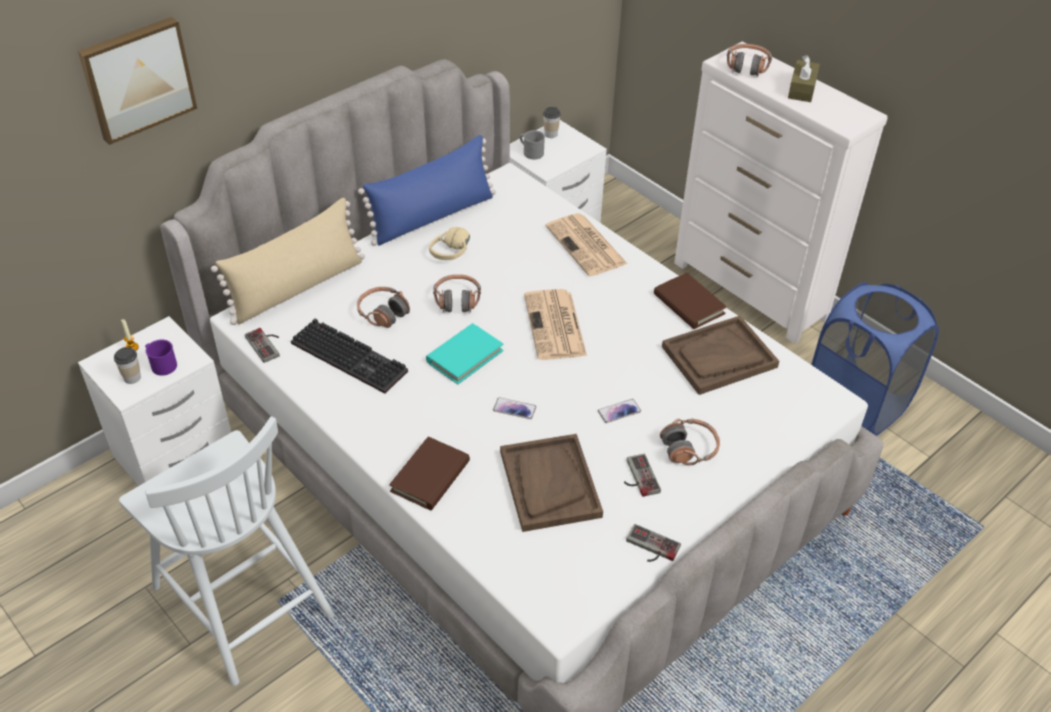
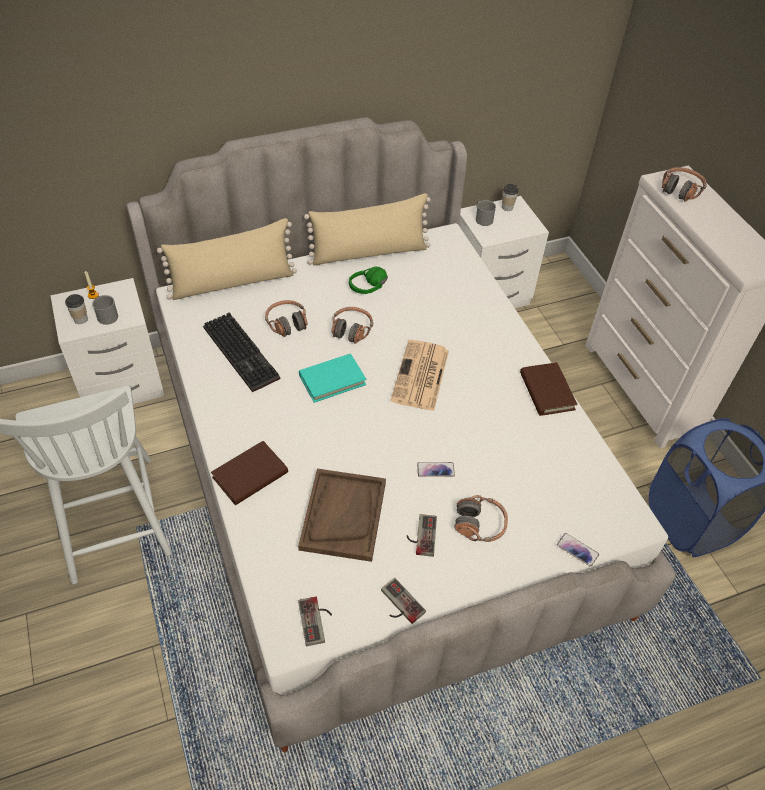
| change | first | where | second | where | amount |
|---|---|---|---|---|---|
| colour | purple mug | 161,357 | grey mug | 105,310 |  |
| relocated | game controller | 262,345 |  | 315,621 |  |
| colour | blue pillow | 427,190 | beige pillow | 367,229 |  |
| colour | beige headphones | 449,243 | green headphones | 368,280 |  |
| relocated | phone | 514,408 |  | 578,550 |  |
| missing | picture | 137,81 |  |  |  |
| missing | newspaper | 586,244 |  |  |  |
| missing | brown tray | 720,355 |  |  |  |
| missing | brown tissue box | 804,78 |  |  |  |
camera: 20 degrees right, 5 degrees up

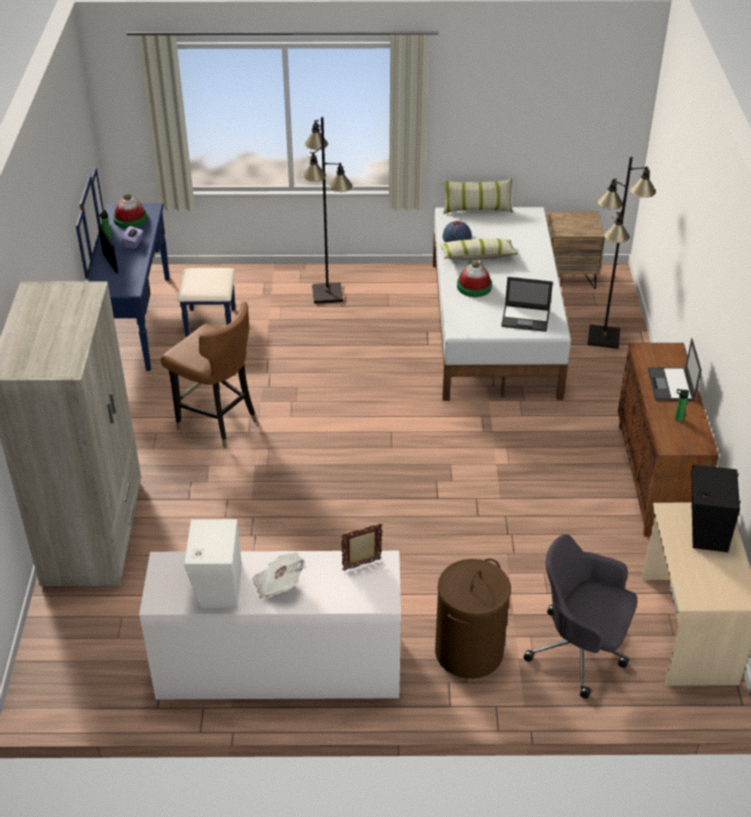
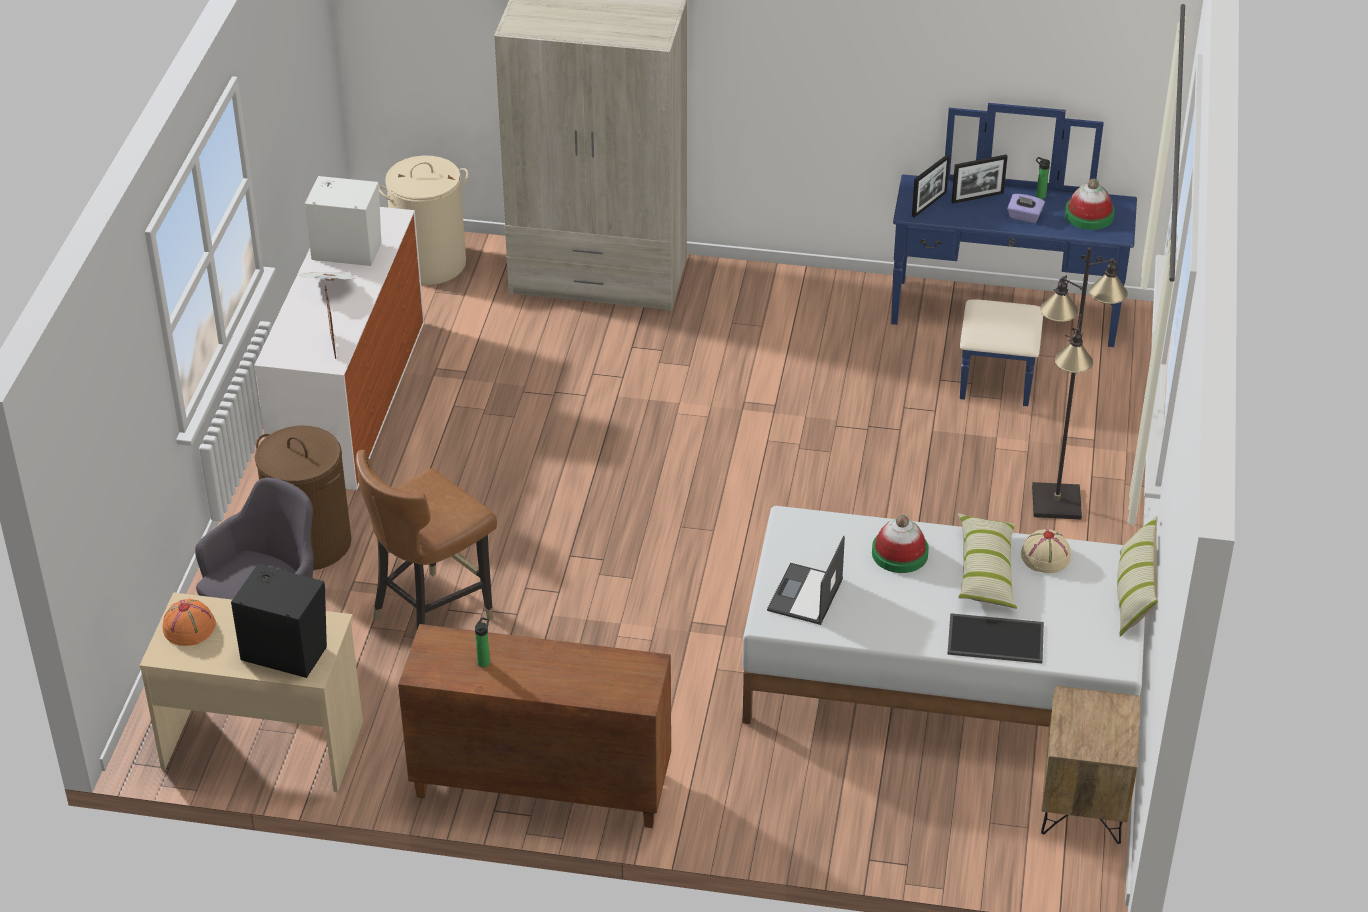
| change | first | where | second | where | amount |
|---|---|---|---|---|---|
| appeared |  |  | orange hat | 189,622 |  |
| relocated | brown chair | 209,375 |  | 426,539 |  |
| appeared |  |  | beige laundry basket | 423,220 |  |
| appeared |  |  | picture frame | 931,186 |  |
| appeared |  |  | tray | 995,638 |  |
| colour | blue hat | 457,231 | beige hat | 1046,551 |  |
| missing | black floor lamp | 622,253 |  |  |  |
| missing | laptop | 675,369 |  |  |  |
camera: 100 degrees right, 0 degrees up

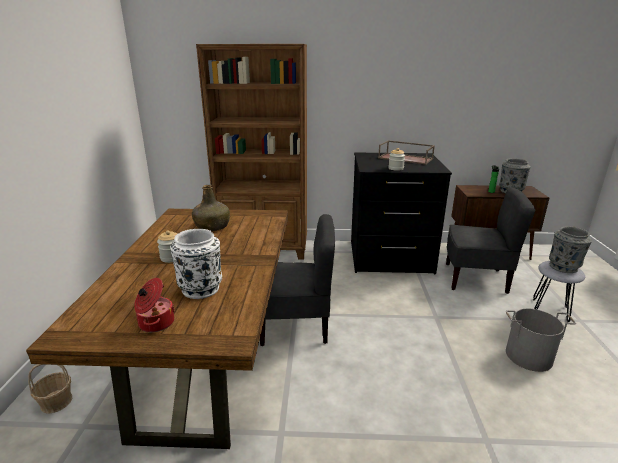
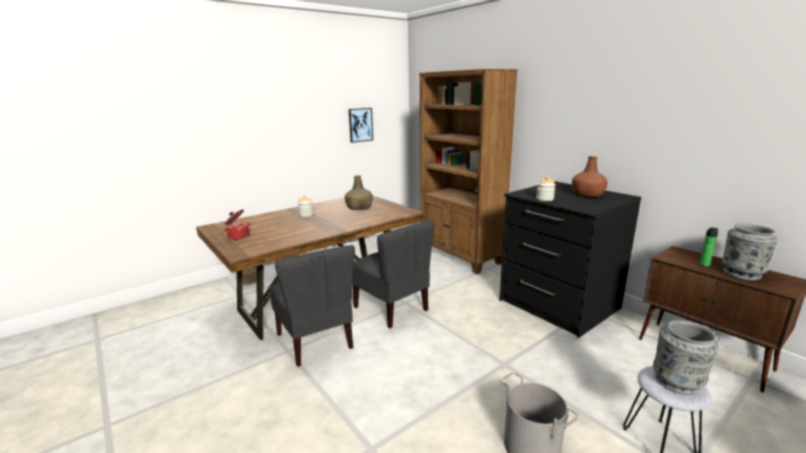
| change | first | where | second | where | amount |
|---|---|---|---|---|---|
| relocated | grey chair | 490,241 |  | 312,306 |  |
| appeared |  |  | picture | 361,125 |  |
| exchanged | brown tray | 406,152 | brown bottle | 590,176 |  |
| missing | white vase | 196,264 |  |  |  |
camera: 50 degrees right, 5 degrees down

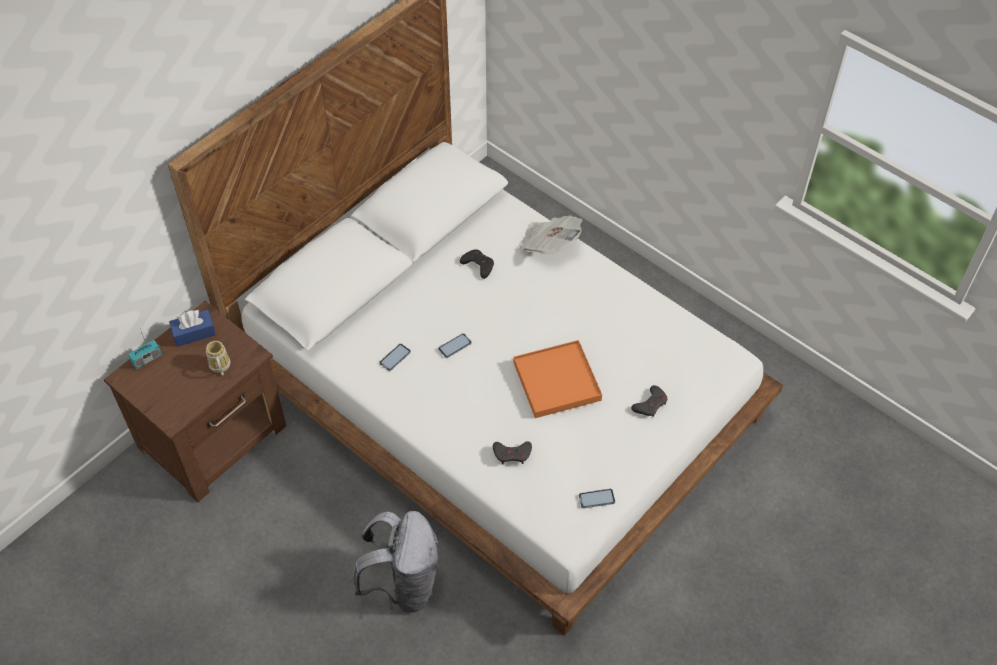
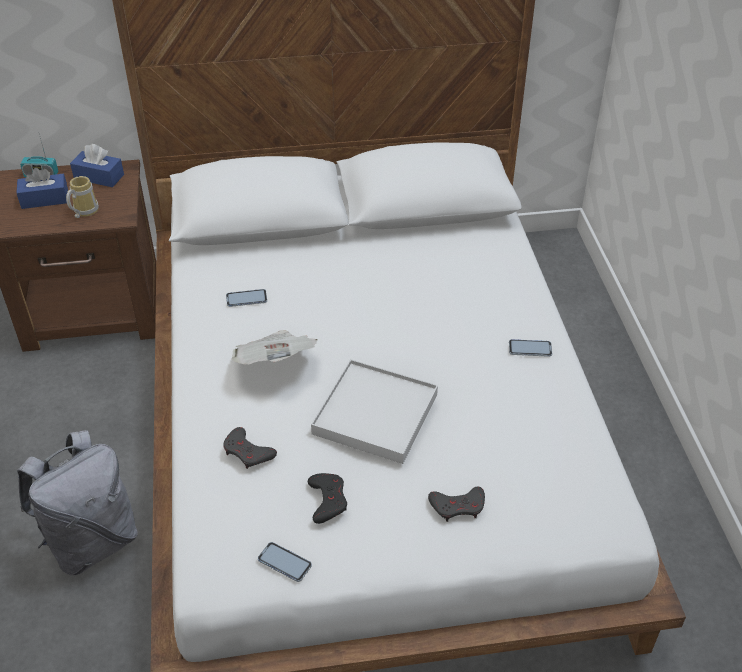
| change | first | where | second | where | amount |
|---|---|---|---|---|---|
| appeared |  |  | blue tissue box | 42,188 |  |
| relocated | newspaper | 551,234 |  | 275,347 |  |
| relocated | black game controller | 477,264 |  | 327,498 |  |
| colour | orange tray | 557,379 | white tray | 374,411 |  |
| relocated | phone | 455,345 |  | 530,348 |  |
camera: 40 degrees right, 10 degrees down

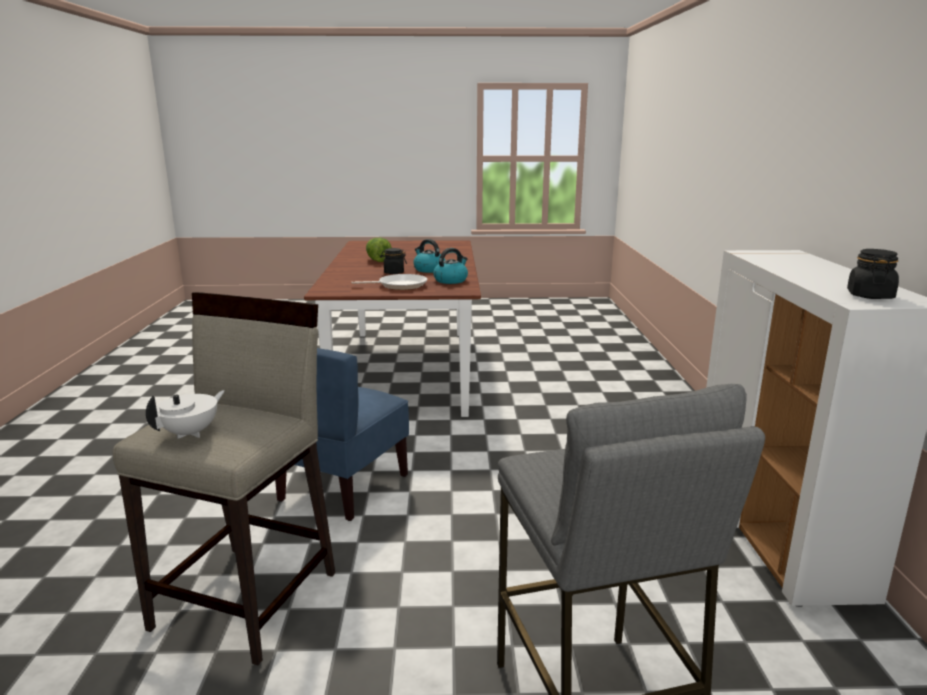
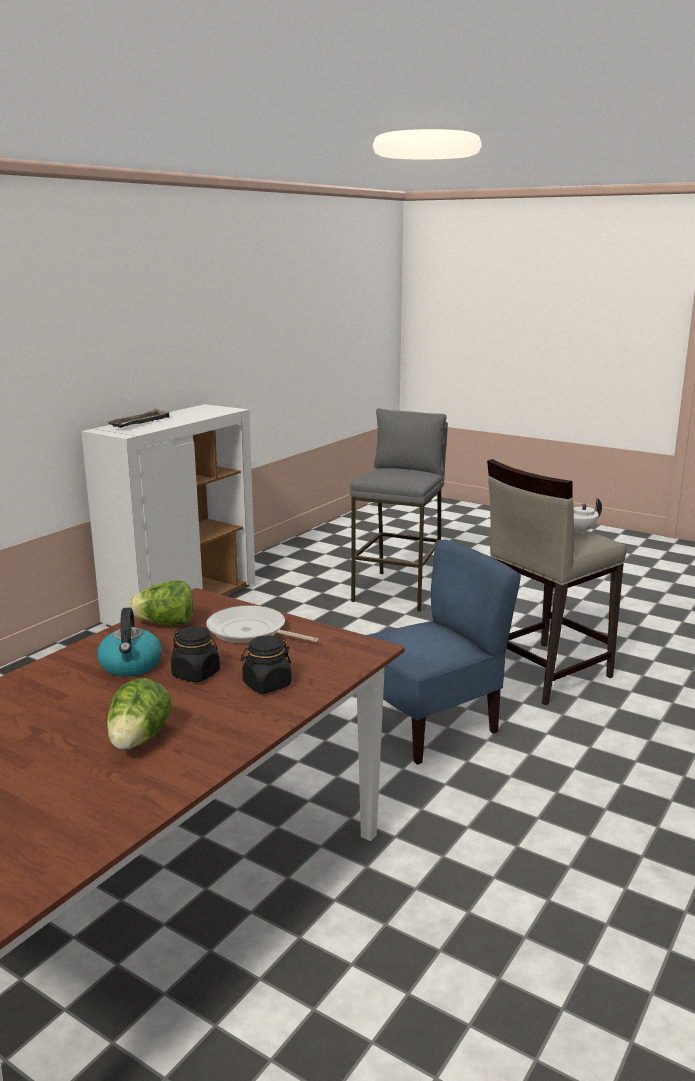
| change | first | where | second | where | amount |
|---|---|---|---|---|---|
| appeared |  |  | tray | 139,418 |  |
| exchanged | kettle | 450,266 | lettuce | 161,603 |  |
| relocated | black jar | 873,274 |  | 266,665 |  |
camera: 145 degrees left, 0 degrees up

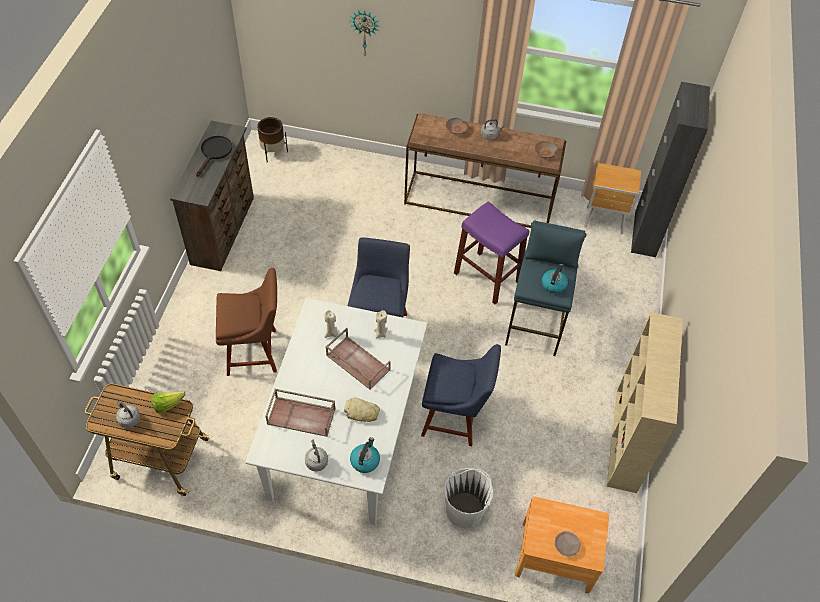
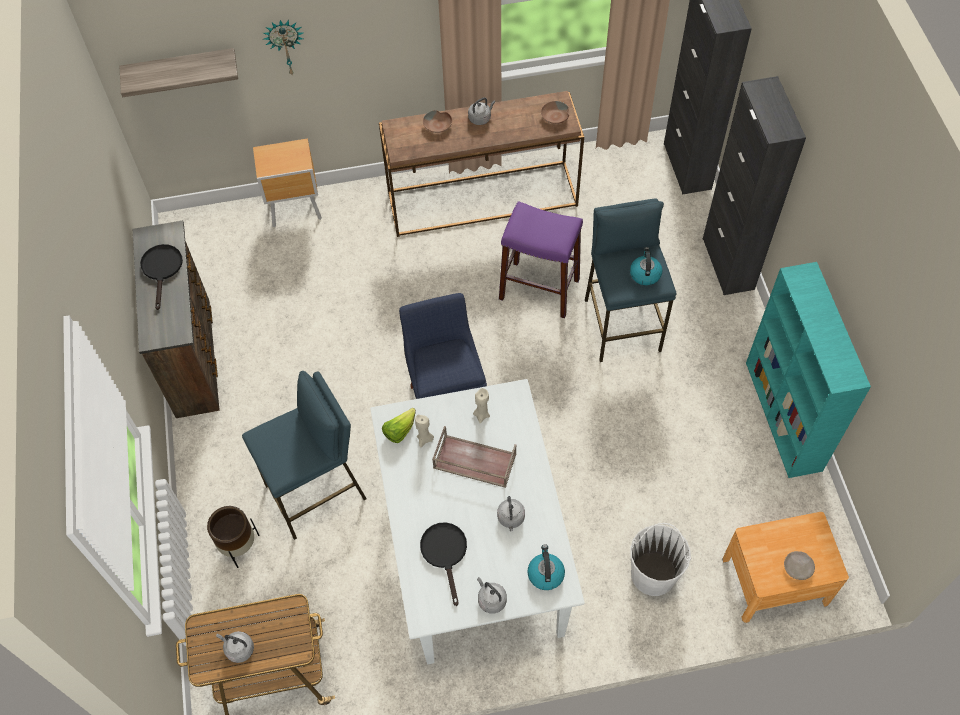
| change | first | where | second | where | amount |
|---|---|---|---|---|---|
| appeared |  |  | shelf | 178,72 |  |
| relocated | brown planter | 272,140 |  | 233,537 |  |
| exchanged | brown chair | 246,322 | blue stool | 304,455 |  |
| relocated | brown nightstand | 612,199 |  | 287,182 |  |
| relocated | lettuce | 168,402 |  | 399,425 |  |
| exchanged | brown tray | 301,413 | black frying pan | 443,564 |  |
| exchanged | bread | 362,409 | grey kettle | 511,513 |  |
| appeared |  |  | black cabinet | 754,185 |  |
| colour | beige bookcase | 645,402 | turquoise bookcase | 808,370 |  |
| missing | blue chair | 461,395 |  |  |  |
camera: 20 degrees left, 5 degrees up

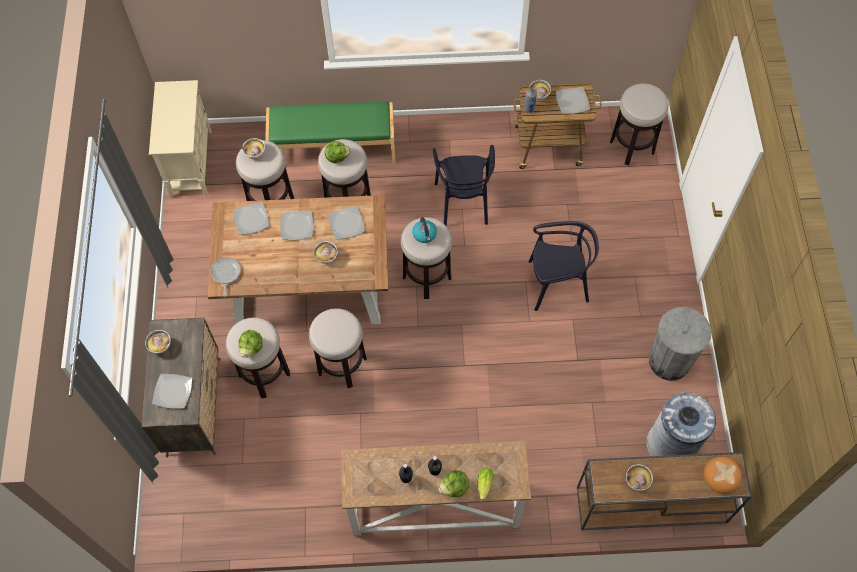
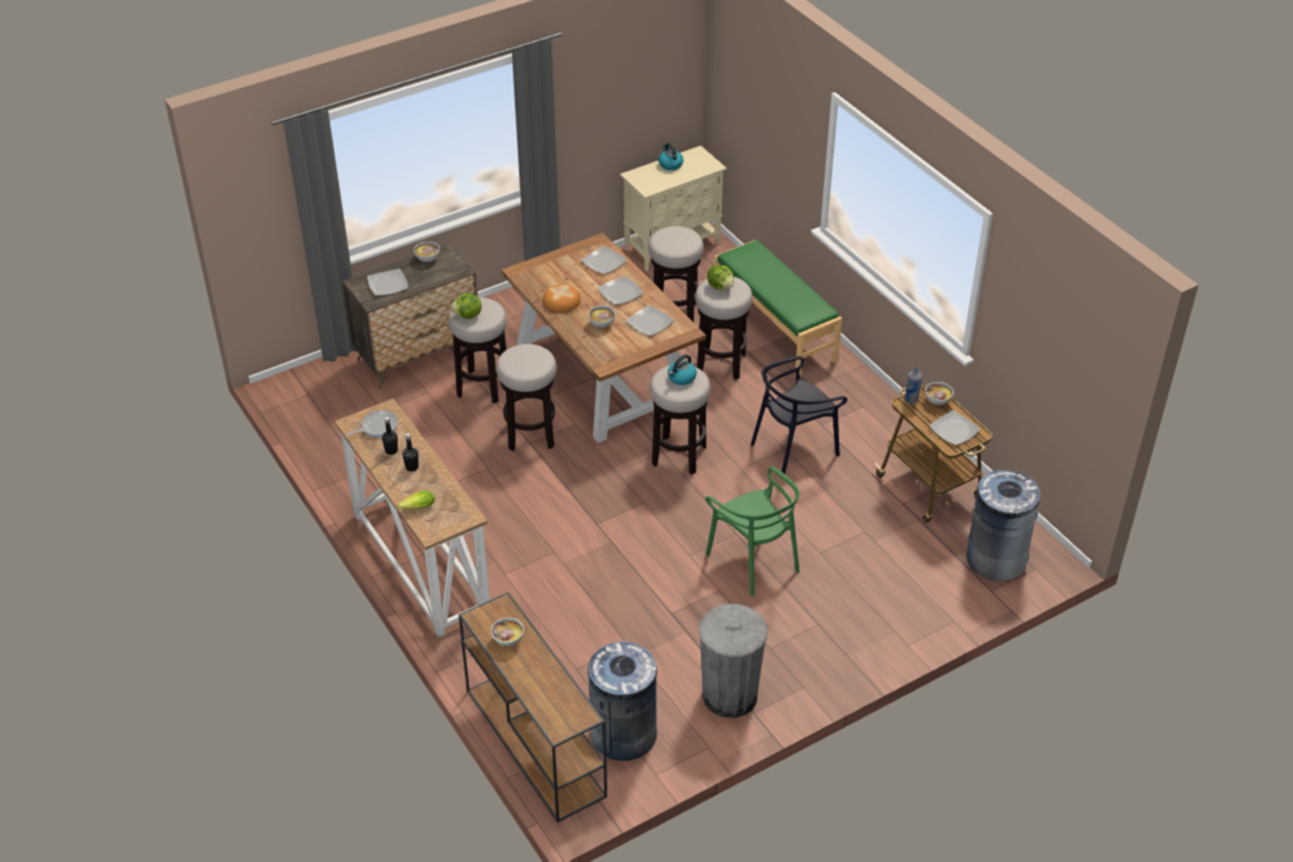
| change | first | where | second | where | amount |
|---|---|---|---|---|---|
| relocated | frying pan | 225,277 |  | 372,423 |  |
| relocated | bread | 723,475 |  | 562,298 |  |
| appeared |  |  | kettle | 670,156 |  |
| colour | black chair | 563,266 | green chair | 752,531 |  |
| exchanged | stool | 639,124 | grey trash can | 1004,525 |  |
| missing | bowl | 253,148 |  |  |  |
| missing | lettuce | 454,483 |  |  |  |
camera: 60 degrees right, 20 degrees down

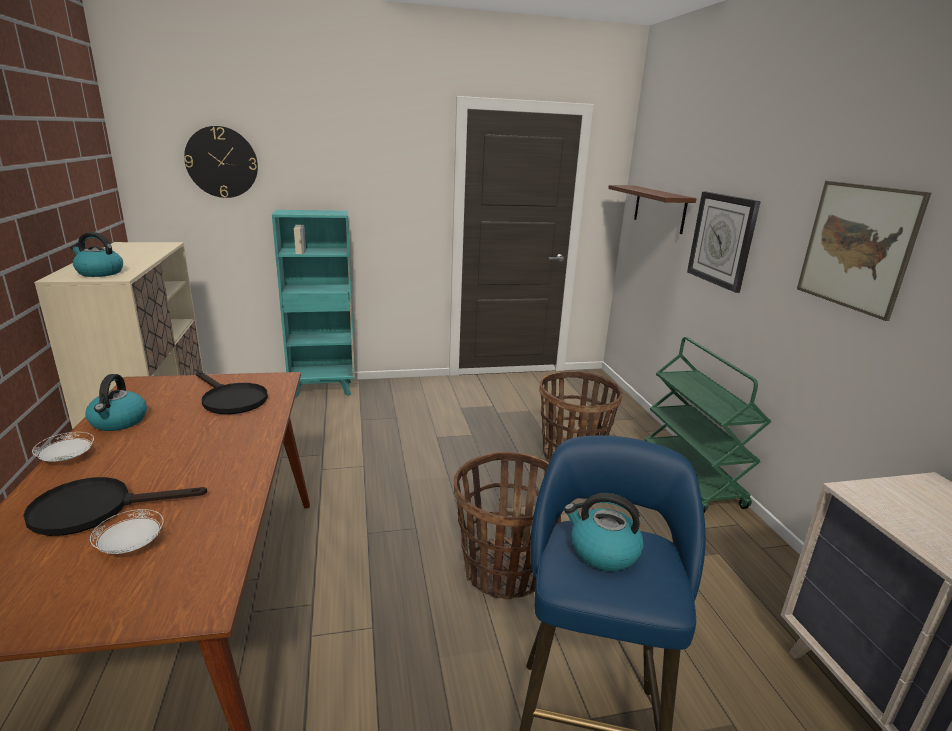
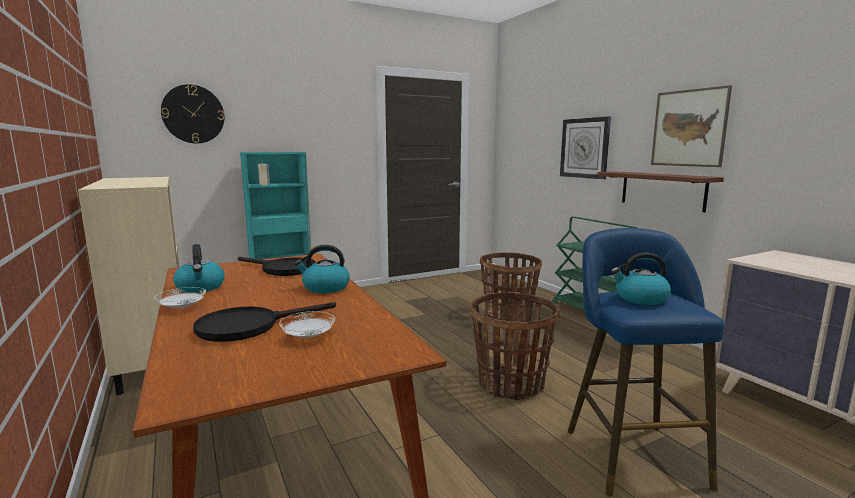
| change | first | where | second | where | amount |
|---|---|---|---|---|---|
| relocated | kettle | 96,254 |  | 322,269 |  |
| relocated | brown shelf | 652,209 |  | 660,191 |  |
camera: 15 degrees left, 10 degrees down

